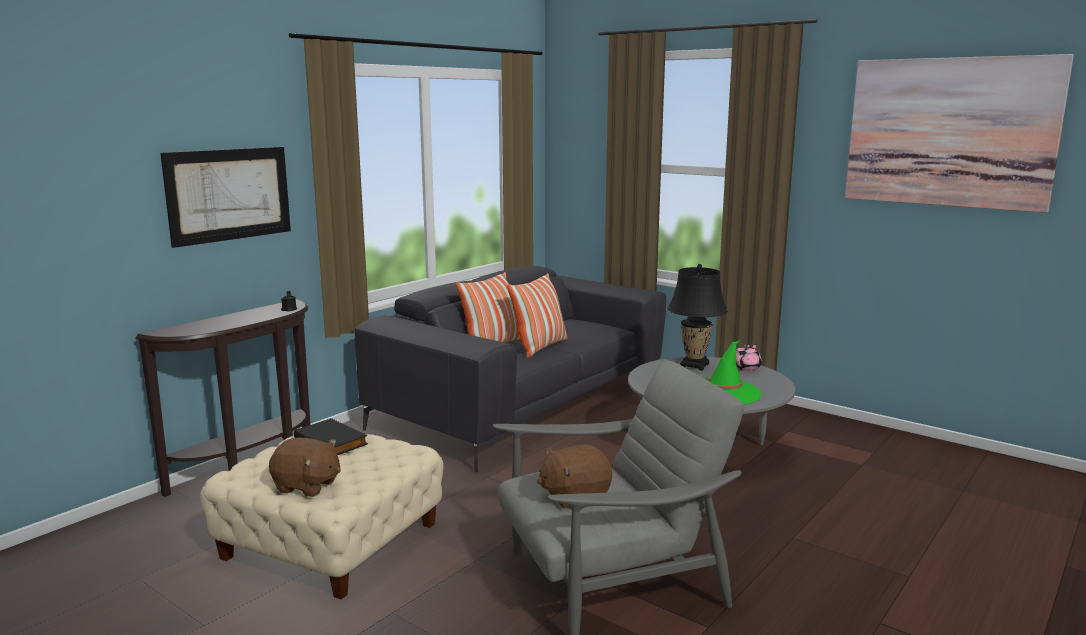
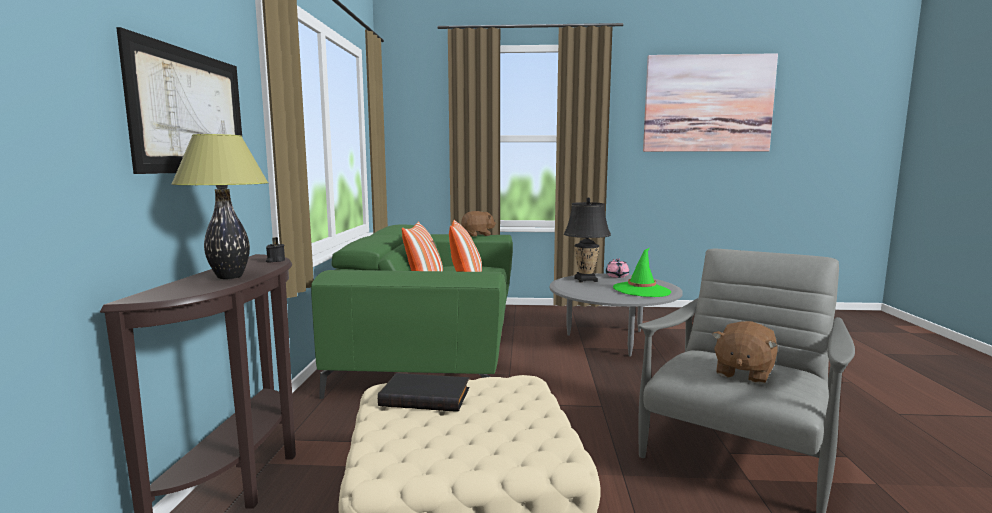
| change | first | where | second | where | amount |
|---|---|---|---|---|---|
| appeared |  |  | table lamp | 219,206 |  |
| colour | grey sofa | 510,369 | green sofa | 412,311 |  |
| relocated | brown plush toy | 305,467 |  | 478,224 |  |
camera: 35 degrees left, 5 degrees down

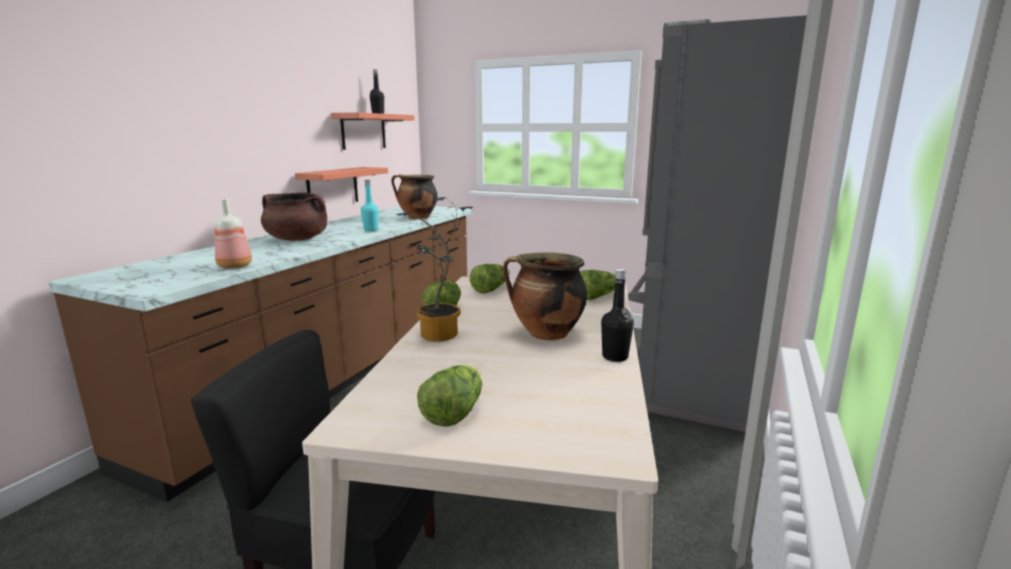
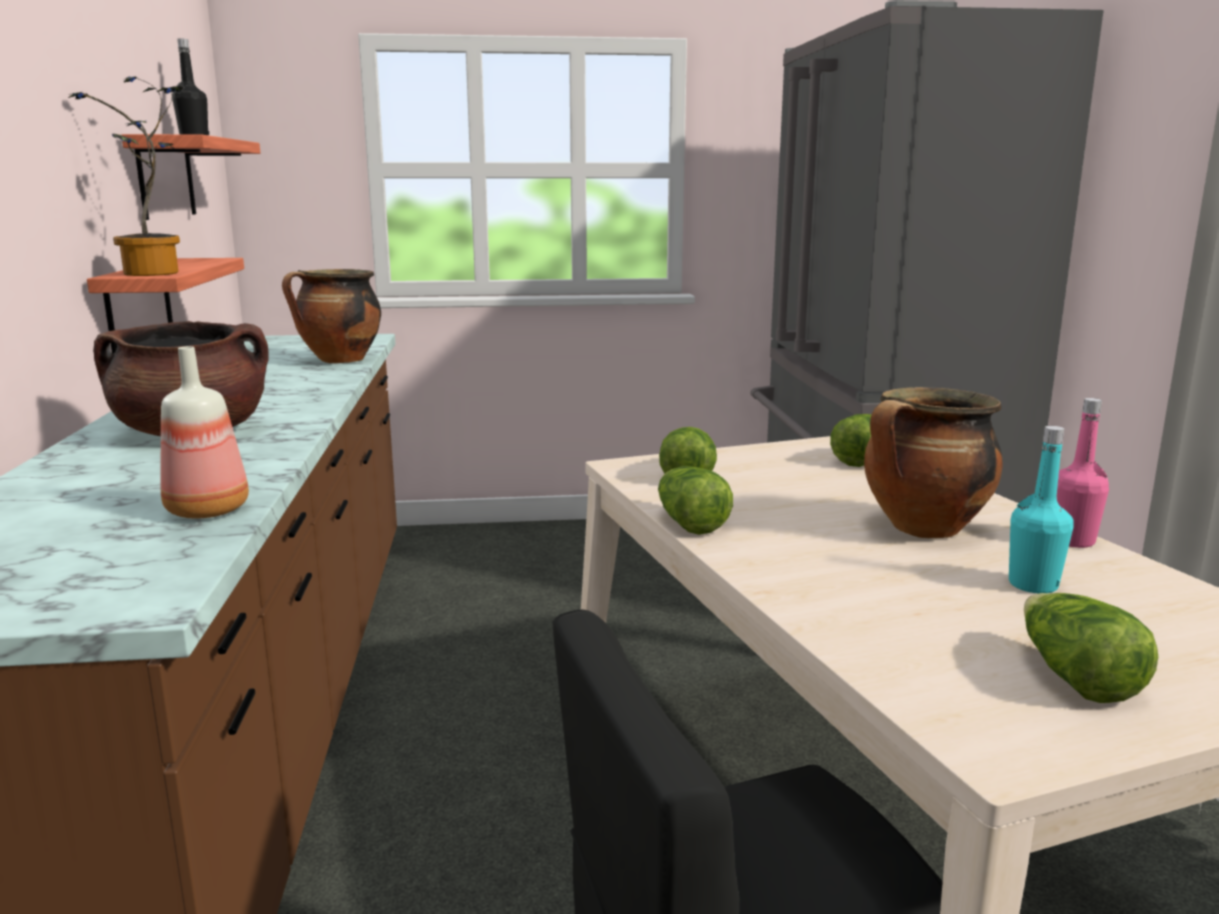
| change | first | where | second | where | amount |
|---|---|---|---|---|---|
| relocated | potted plant | 434,269 |  | 125,176 |  |
| relocated | turquoise bottle | 370,205 |  | 1041,510 |  |
| colour | black bottle | 617,315 | pink bottle | 1083,473 |  |
camera: 30 degrees left, 0 degrees up

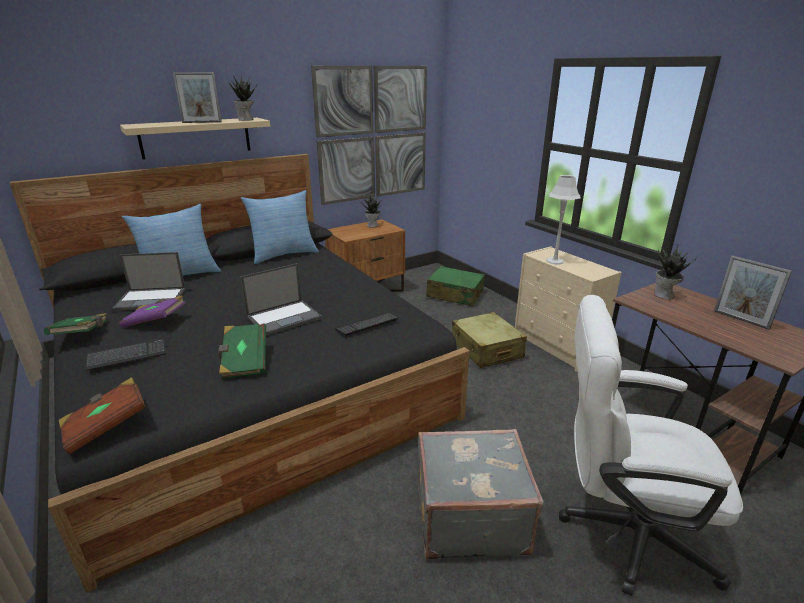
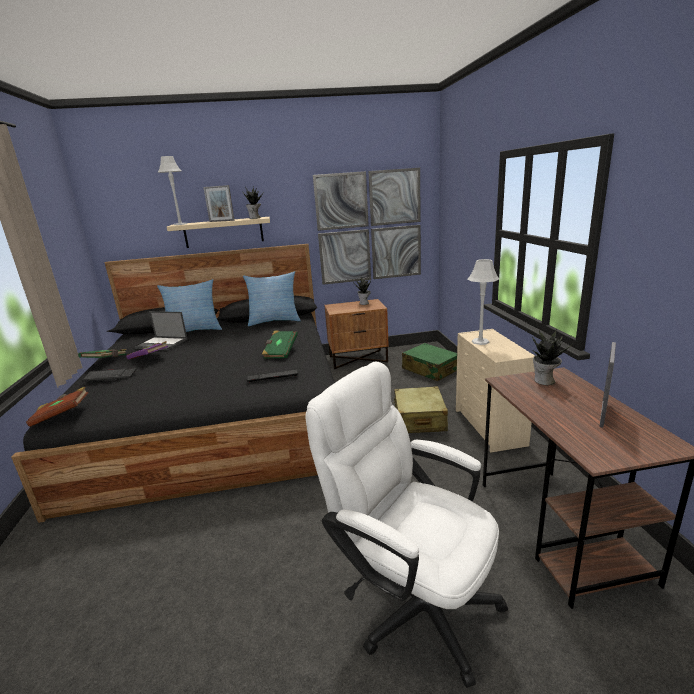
| change | first | where | second | where | amount |
|---|---|---|---|---|---|
| appeared |  |  | grey table lamp | 172,190 |  |
| relocated | green book | 242,351 |  | 280,344 |  |
| spun | picture frame | 753,292 |  | 607,385 | 135 degrees counterclockwise |
| missing | laptop | 281,299 |  |  |  |
| missing | grey suitcase | 481,494 |  |  |  |
camera: 25 degrees right, 5 degrees down

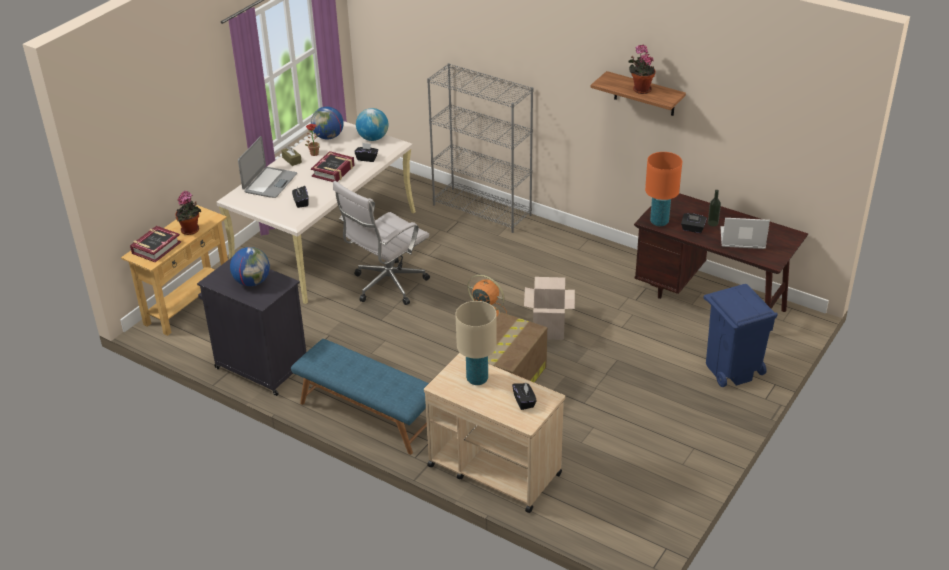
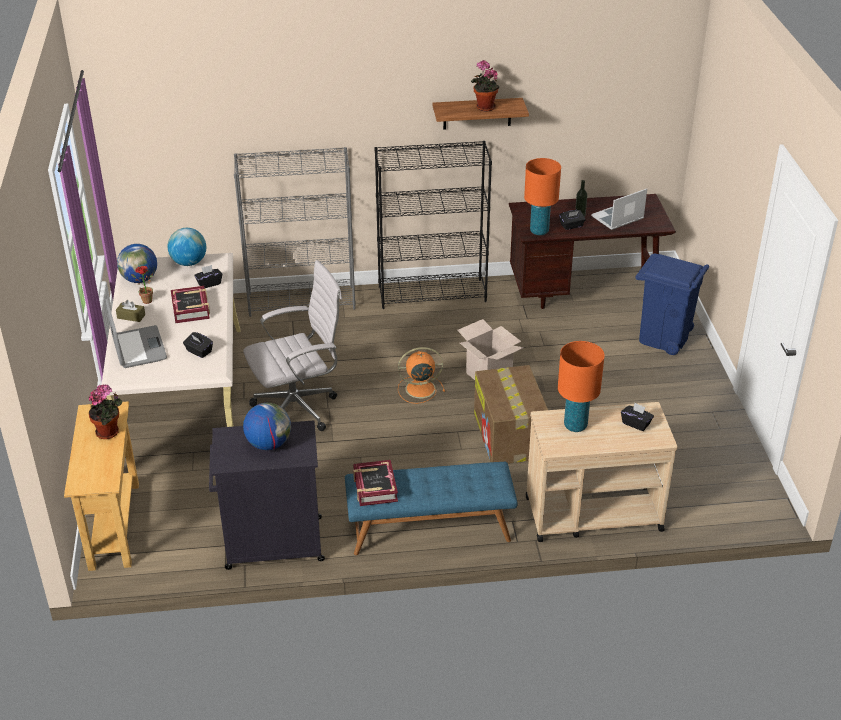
| change | first | where | second | where | amount |
|---|---|---|---|---|---|
| spun | white office chair | 381,243 |  | 292,345 | 120 degrees counterclockwise |
| relocated | book | 155,244 |  | 375,483 |  |
| appeared |  |  | black bookcase | 433,225 |  |
| colour | beige table lamp | 476,343 | orange table lamp | 581,386 |  |
camera: 40 degrees left, 0 degrees up

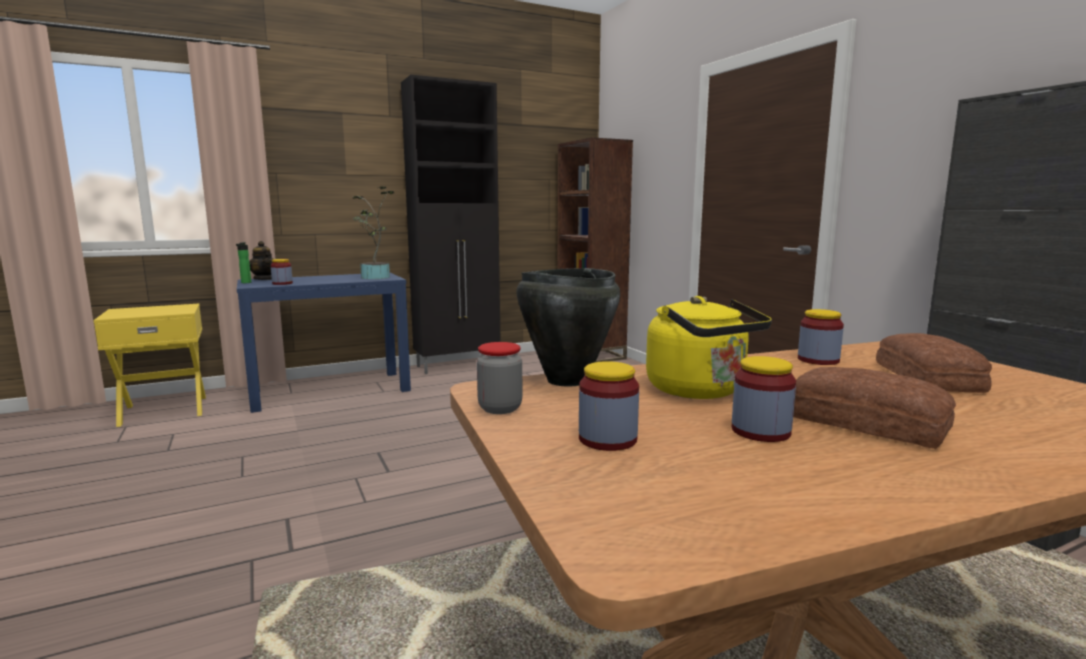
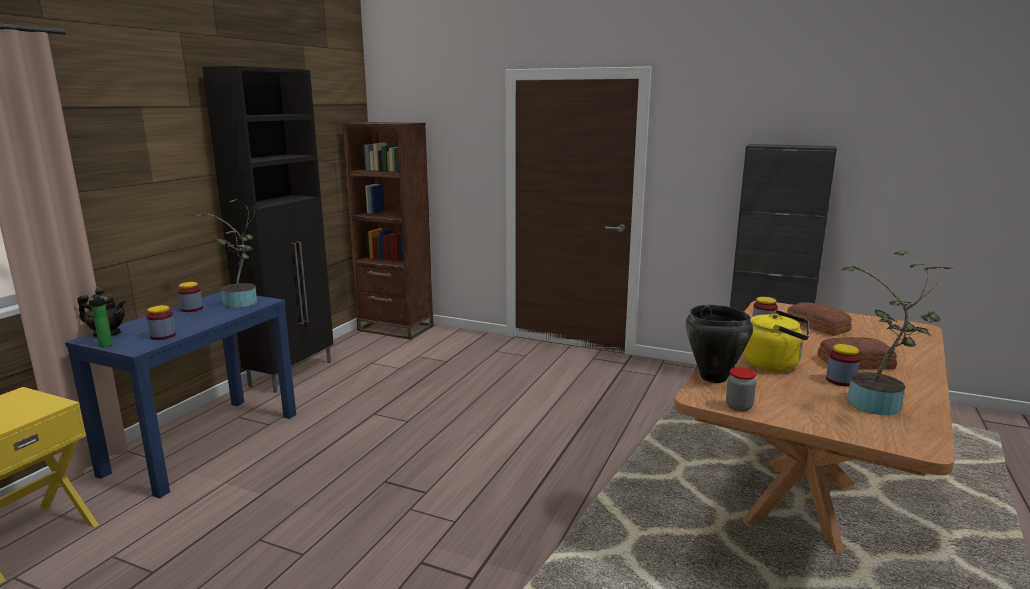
| change | first | where | second | where | amount |
|---|---|---|---|---|---|
| relocated | jar | 609,406 |  | 190,297 |  |
| appeared |  |  | potted plant | 896,333 |  |
camera: 40 degrees left, 5 degrees up

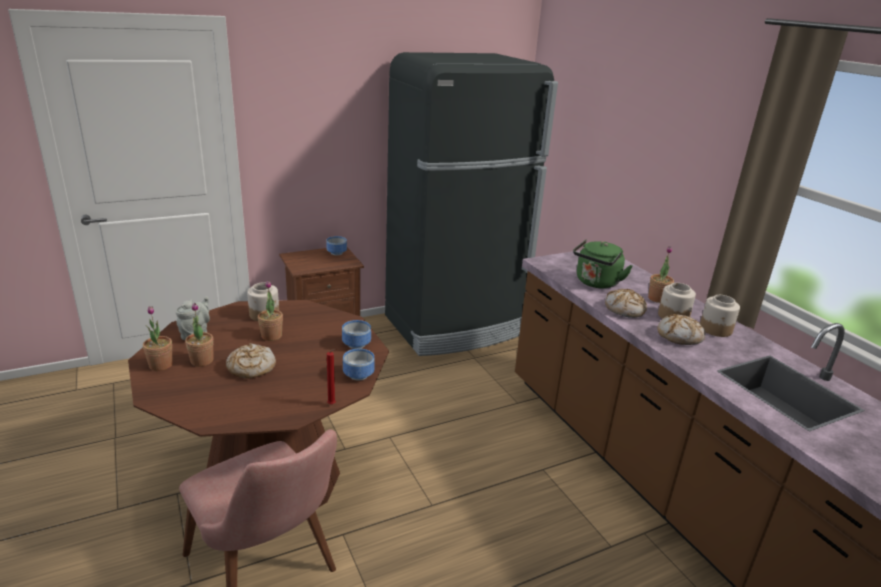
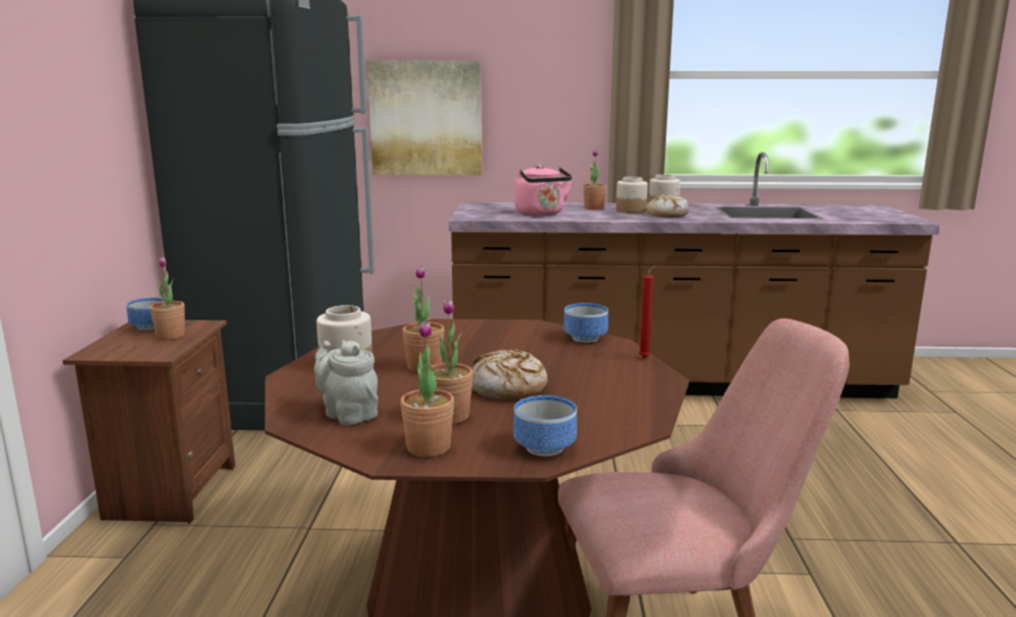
| change | first | where | second | where | amount |
|---|---|---|---|---|---|
| appeared |  |  | potted plant | 167,298 |  |
| appeared |  |  | picture | 424,117 |  |
| relocated | bowl | 356,334 |  | 545,425 |  |
| colour | green kettle | 603,264 | pink kettle | 543,190 |  |
| missing | bread | 626,303 |  |  |  |
camera: 60 degrees left, 10 degrees down

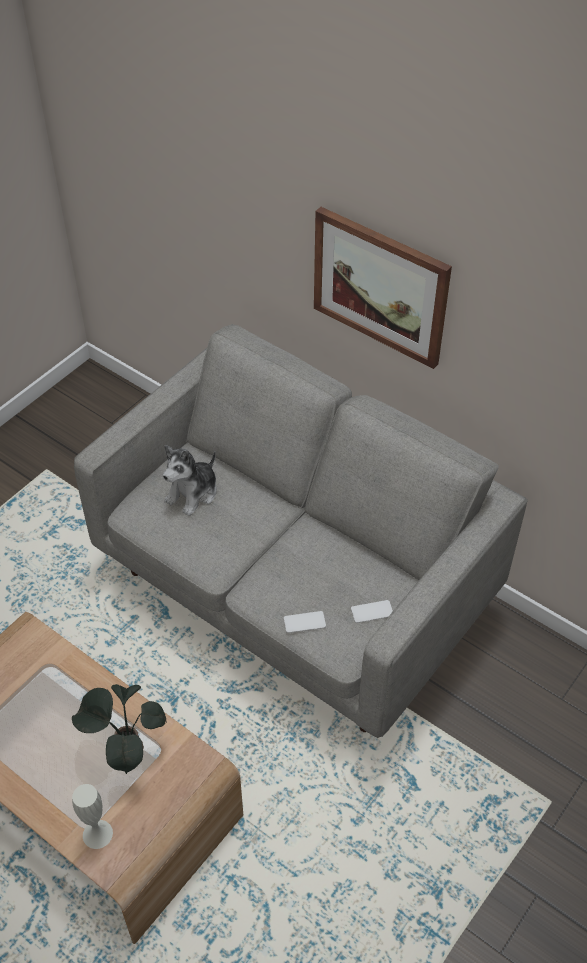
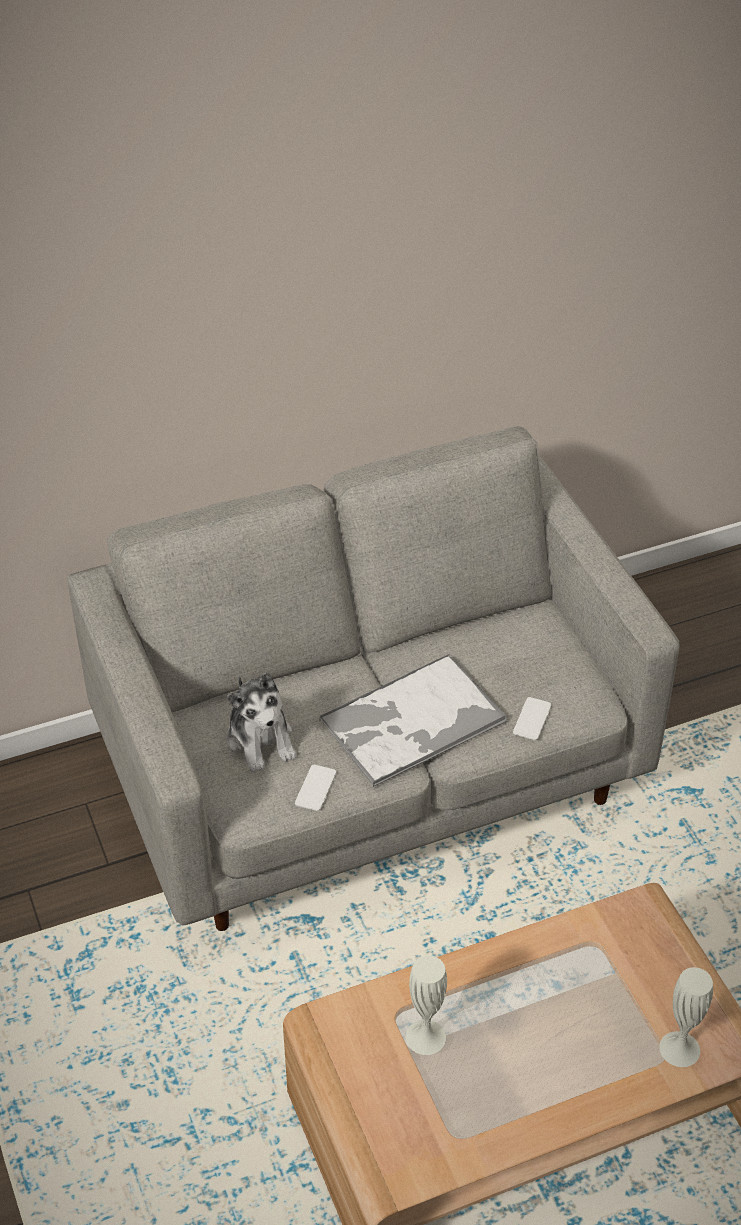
| change | first | where | second | where | amount |
|---|---|---|---|---|---|
| relocated | phone | 372,611 |  | 315,788 |  |
| appeared |  |  | tray | 413,720 |  |
| appeared |  |  | white vase | 426,1005 |  |
| missing | potted plant | 119,729 |  |  |  |
| missing | picture | 383,288 |  |  |  |
camera: 60 degrees left, 5 degrees down

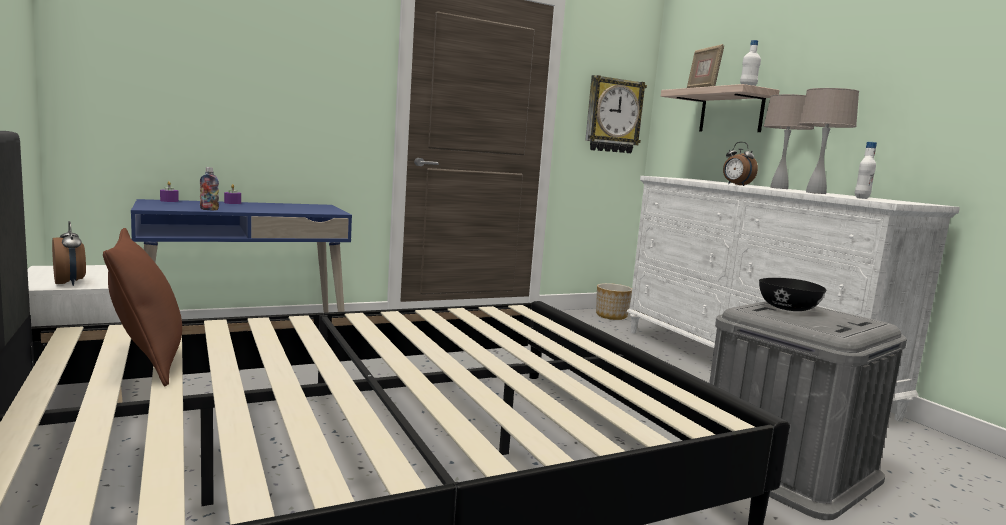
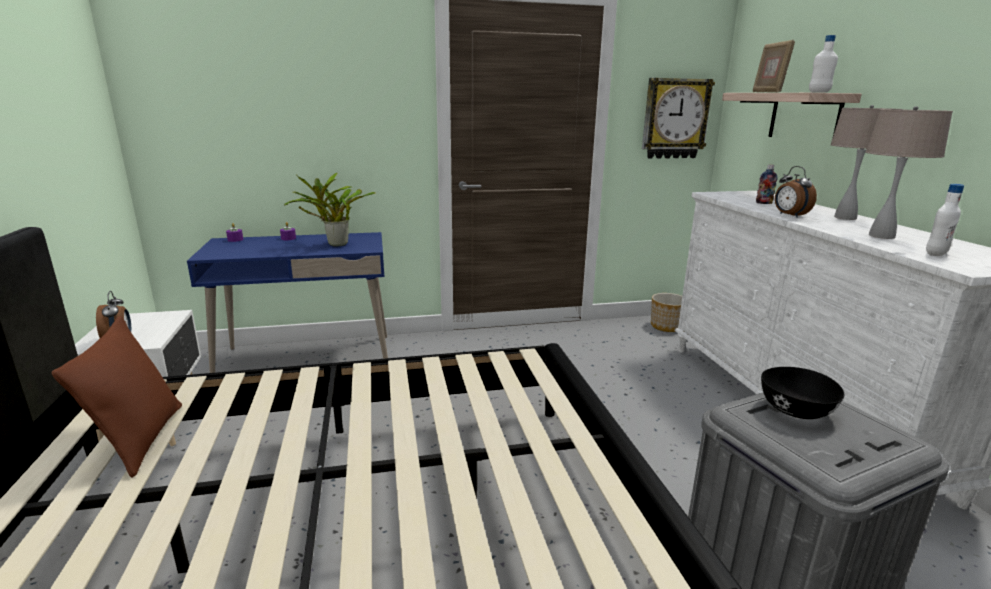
| change | first | where | second | where | amount |
|---|---|---|---|---|---|
| appeared |  |  | potted plant | 330,210 |  |
| relocated | bottle | 209,188 |  | 766,184 |  |
camera: 15 degrees right, 10 degrees up

